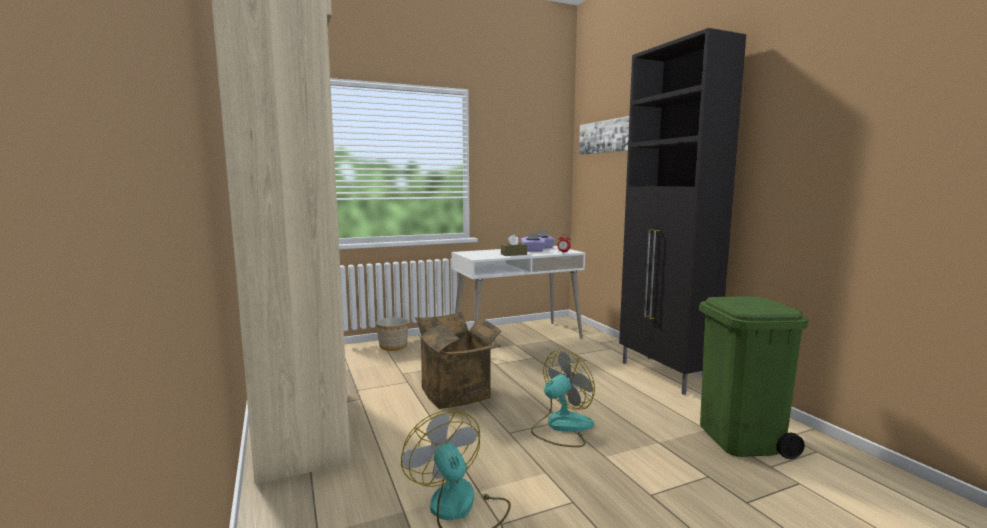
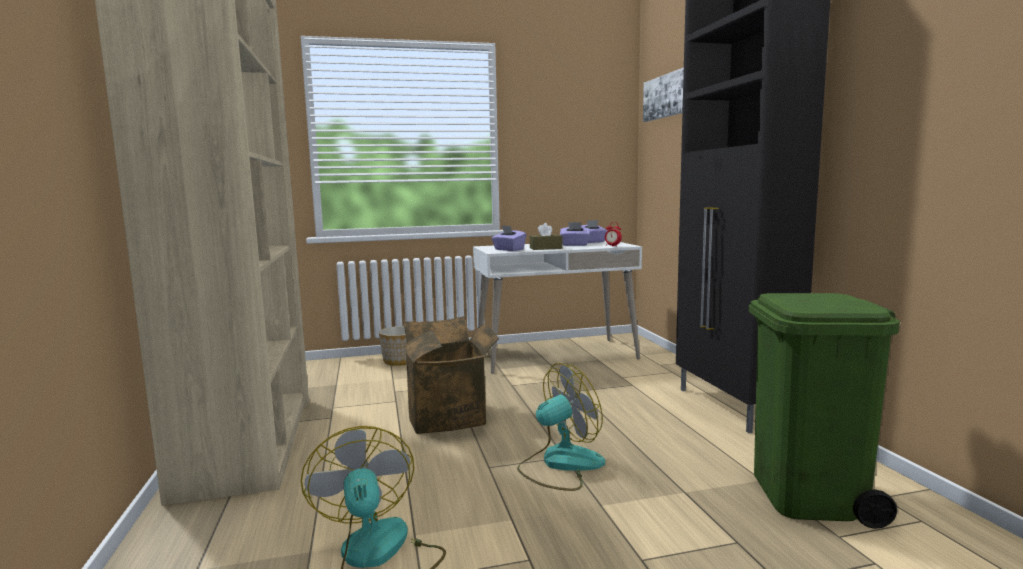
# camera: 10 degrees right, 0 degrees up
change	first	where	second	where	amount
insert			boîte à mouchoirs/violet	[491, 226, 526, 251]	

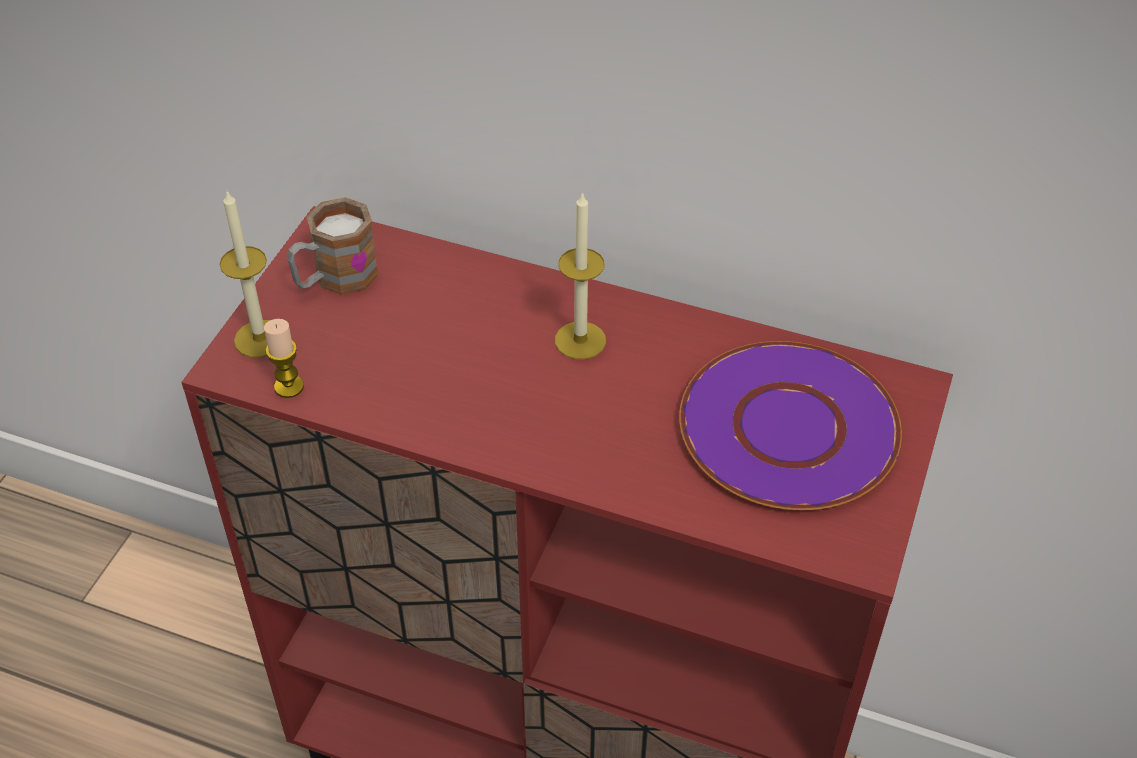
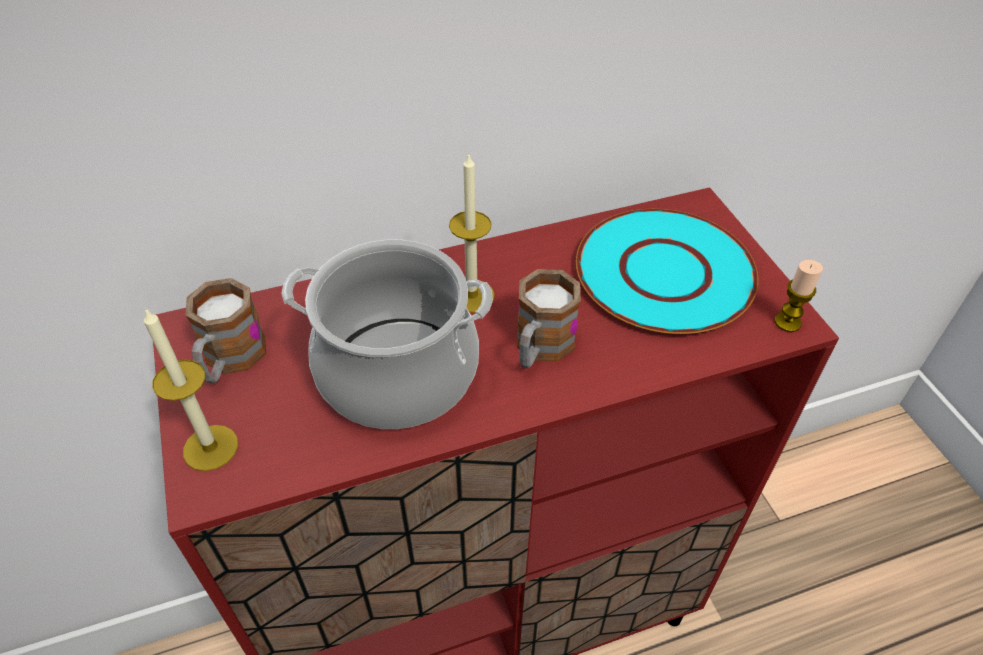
# camera: 40 degrees left, 0 degrees up
change	first	where	second	where	amount
insert			marmite	[281, 240, 493, 429]	
insert			mug	[517, 269, 581, 368]	
move	bougie	[264, 319, 304, 398]		[774, 260, 823, 332]	
recolor	assiette/violet	[679, 341, 902, 510]	assiette/turquoise	[576, 209, 759, 334]	

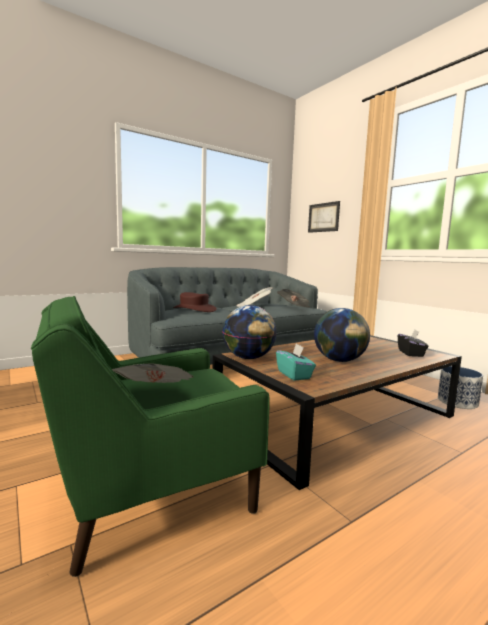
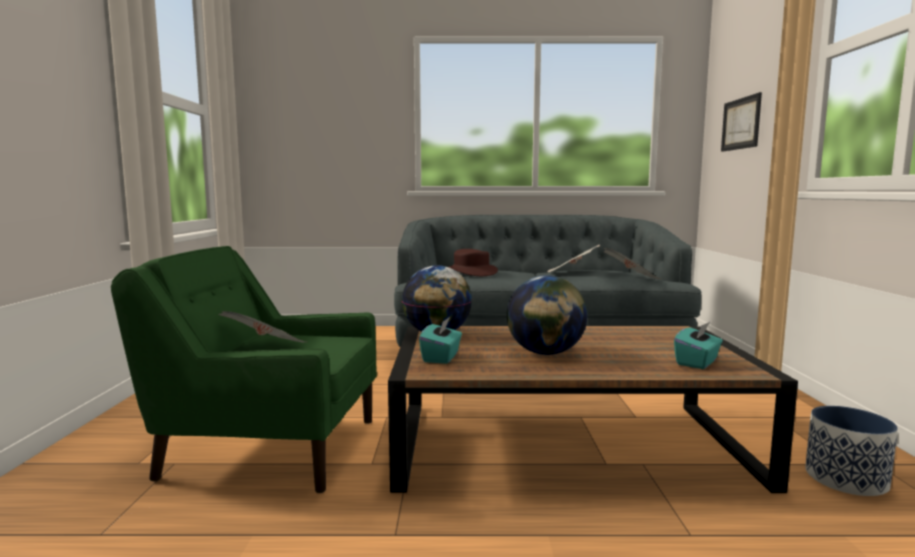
# camera: 35 degrees right, 0 degrees up
change	first	where	second	where	amount
recolor	boîte à mouchoirs/noir	[398, 330, 428, 357]	boîte à mouchoirs/turquoise	[674, 322, 723, 369]	

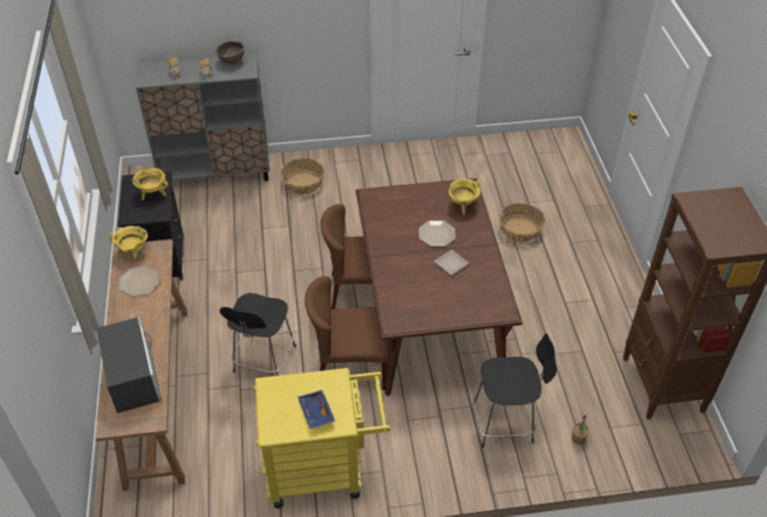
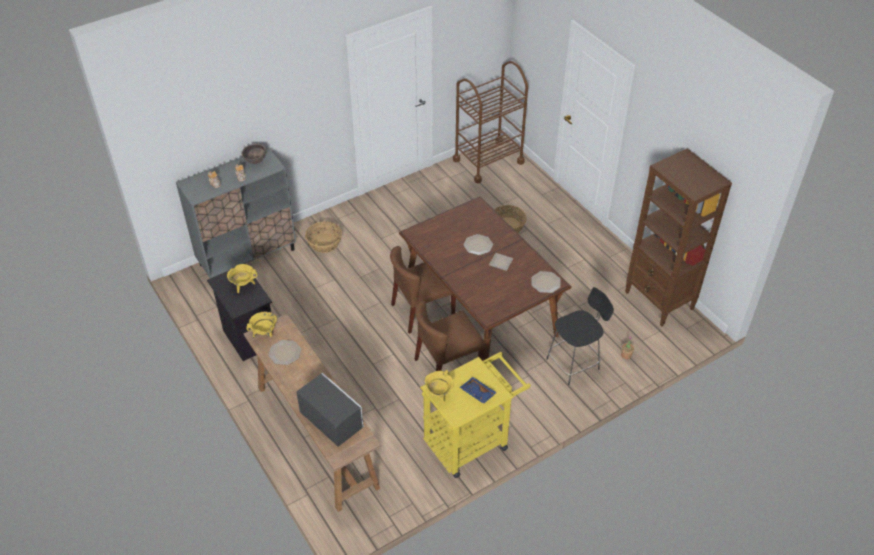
# camera: 25 degrees left, 0 degrees up
change	first	where	second	where	amount
delete	tabouret/noir	[219, 293, 296, 376]			
insert			chariot/marron	[453, 61, 528, 183]	
insert			assiette	[531, 271, 561, 293]	
move	marmite/jaune	[449, 179, 480, 215]		[424, 370, 454, 404]	

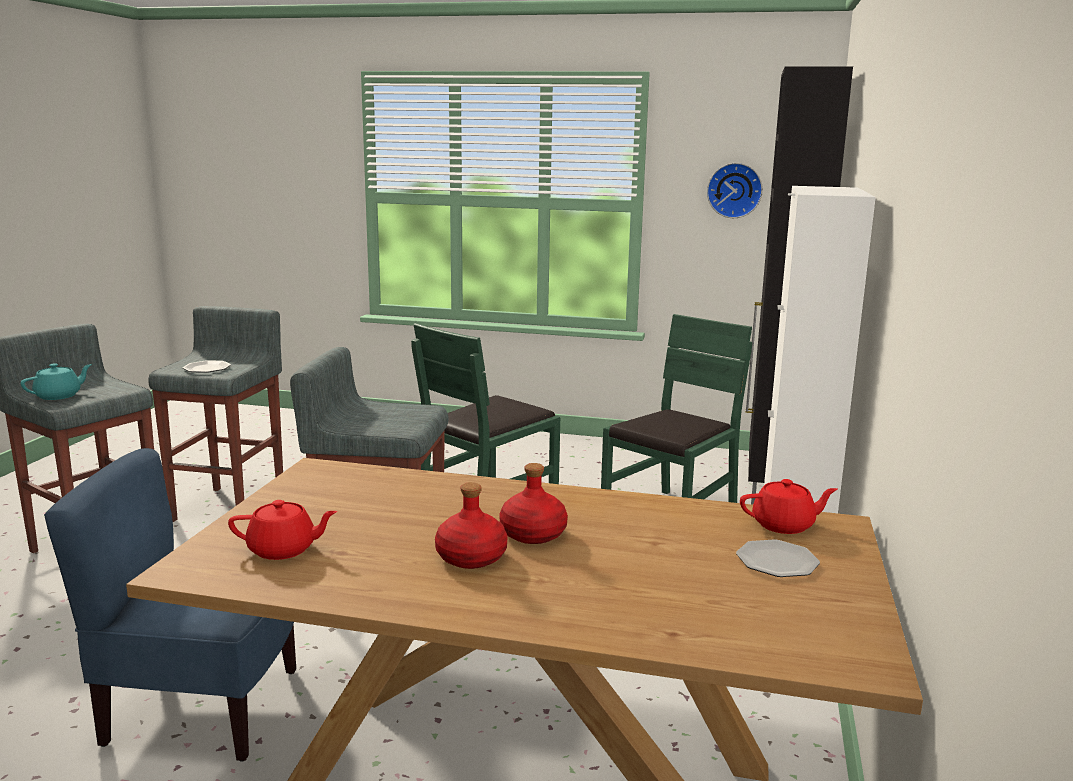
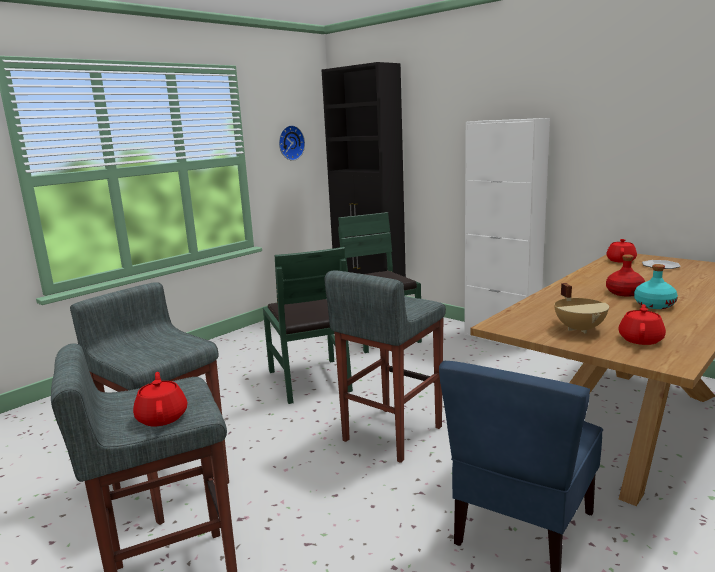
# camera: 60 degrees left, 0 degrees up
change	first	where	second	where	amount
delete	assiette	[183, 360, 231, 373]			
insert			marmite/beige	[554, 283, 609, 334]	
recolor	théière/turquoise	[21, 363, 92, 400]	théière/rouge	[133, 372, 187, 426]	
recolor	bouteille/rouge	[435, 482, 507, 569]	bouteille/turquoise	[634, 264, 678, 309]	

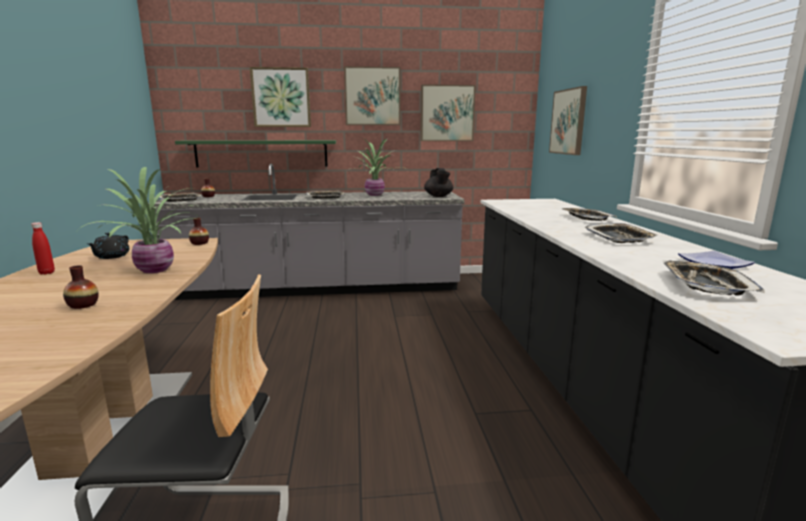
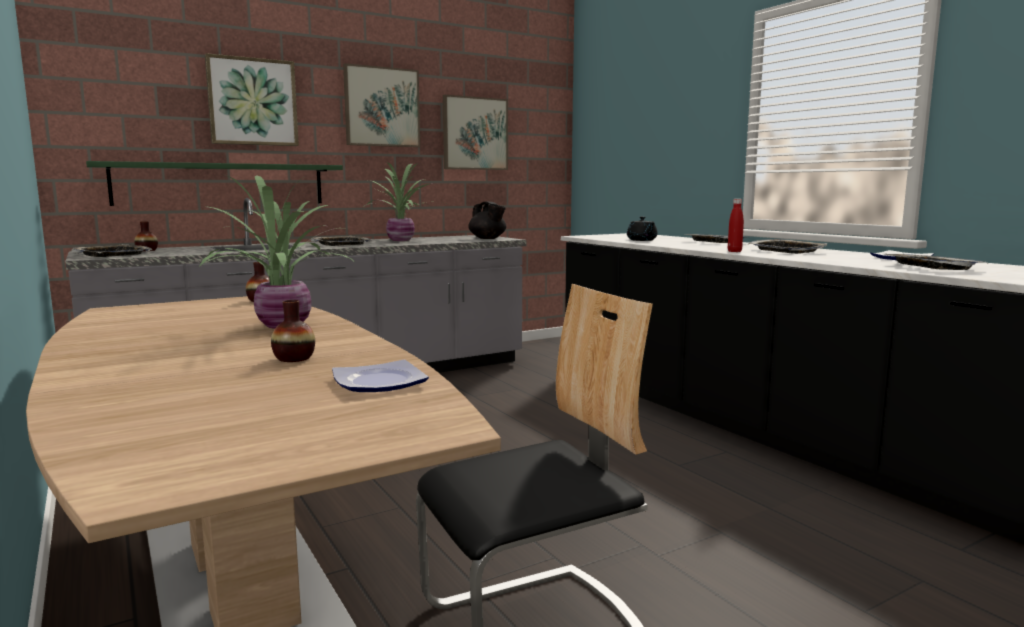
# camera: 25 degrees left, 5 degrees down
change	first	where	second	where	amount
delete	tableau	[549, 86, 587, 155]			
insert			assiette	[332, 360, 429, 392]	
move	bouteille/rouge	[31, 222, 55, 274]		[728, 199, 744, 252]	
move	théière/noir	[87, 232, 130, 259]		[627, 217, 658, 241]	

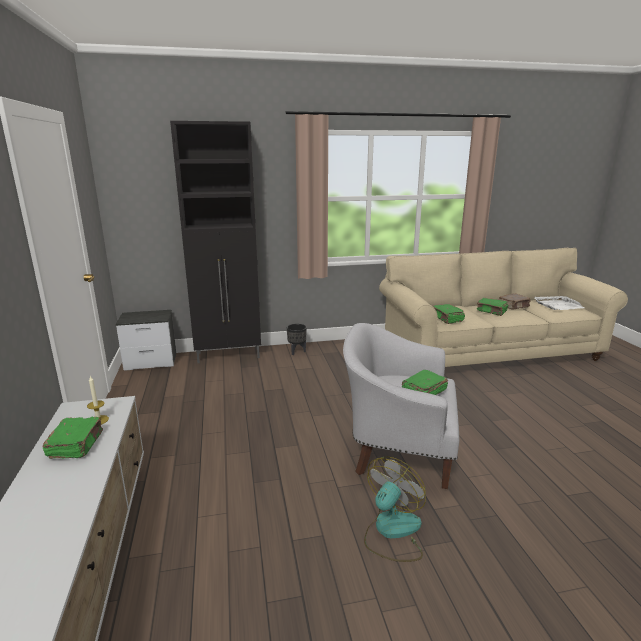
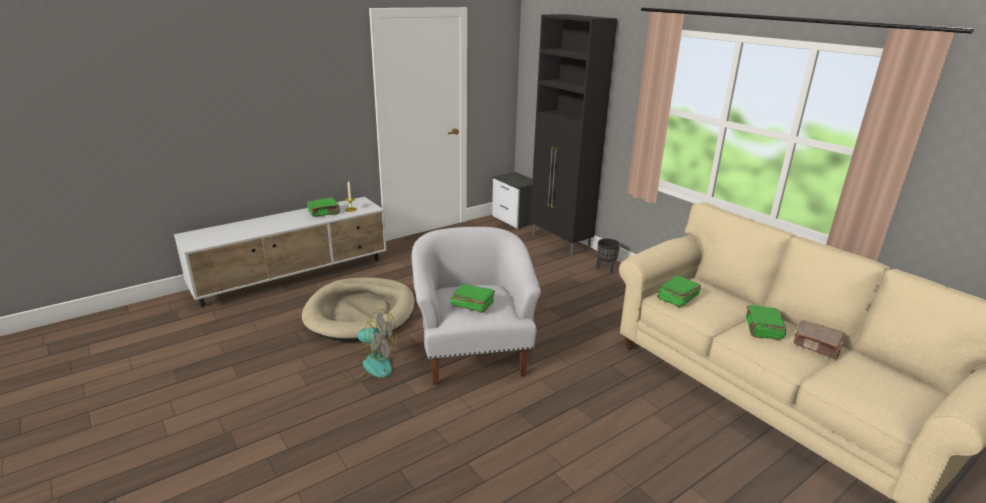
# camera: 65 degrees right, 5 degrees up
change	first	where	second	where	amount
delete	plateau/blanc	[534, 296, 585, 310]			
insert			panier pour chien/beige	[302, 277, 415, 342]	

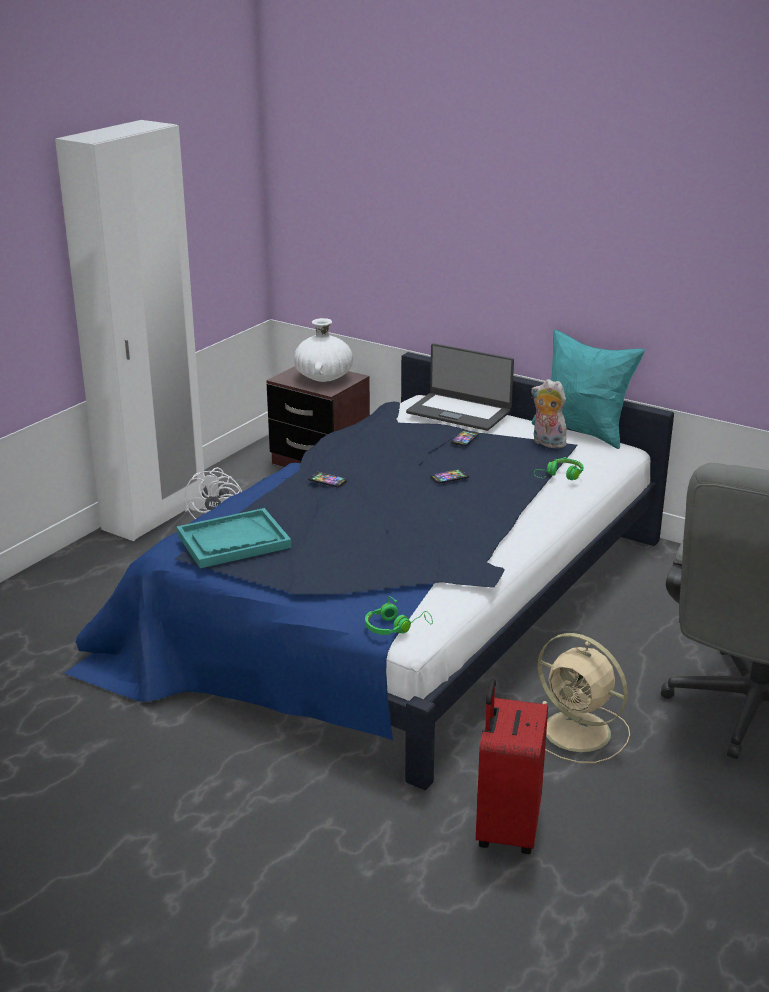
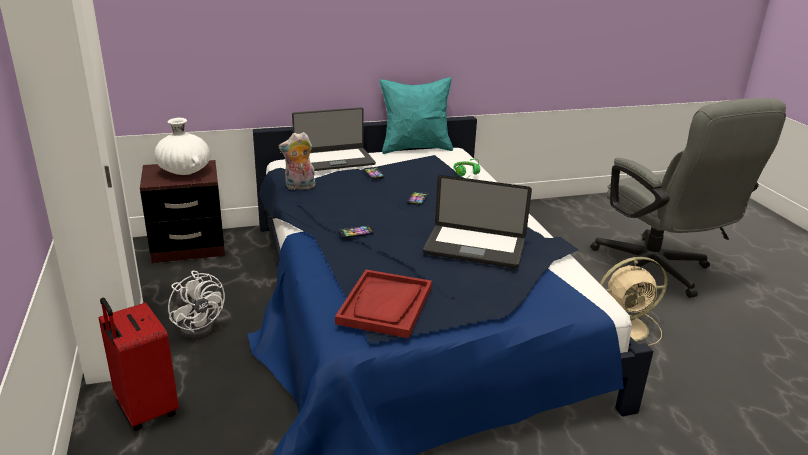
# camera: 50 degrees left, 0 degrees up
change	first	where	second	where	amount
delete	casque audio/vert	[365, 596, 433, 635]			
insert			ordinateur portable	[423, 175, 532, 268]	
move	valise/rouge	[476, 679, 548, 854]		[98, 298, 179, 431]	
move	peluche	[531, 379, 567, 448]		[279, 132, 315, 190]	
recolor	plateau/turquoise	[177, 508, 291, 568]	plateau/rouge	[335, 270, 432, 338]	

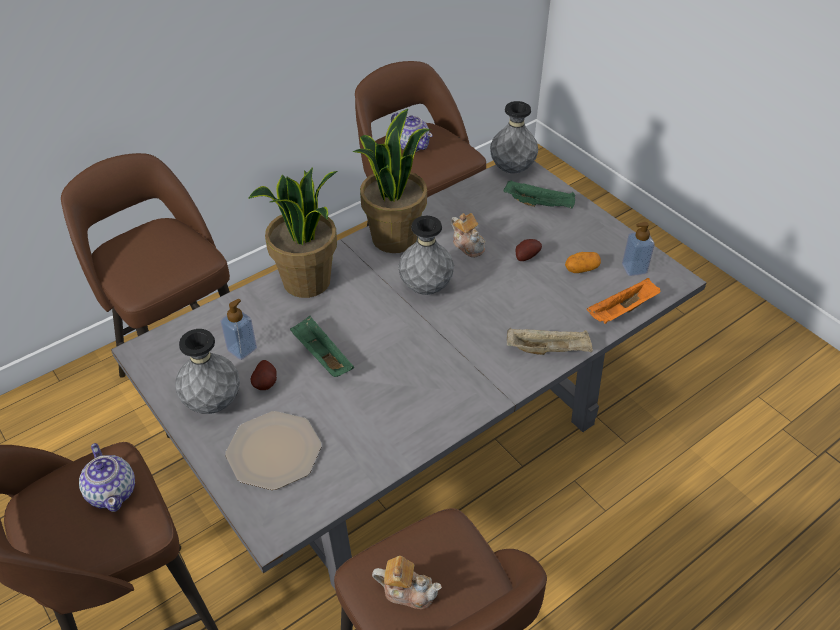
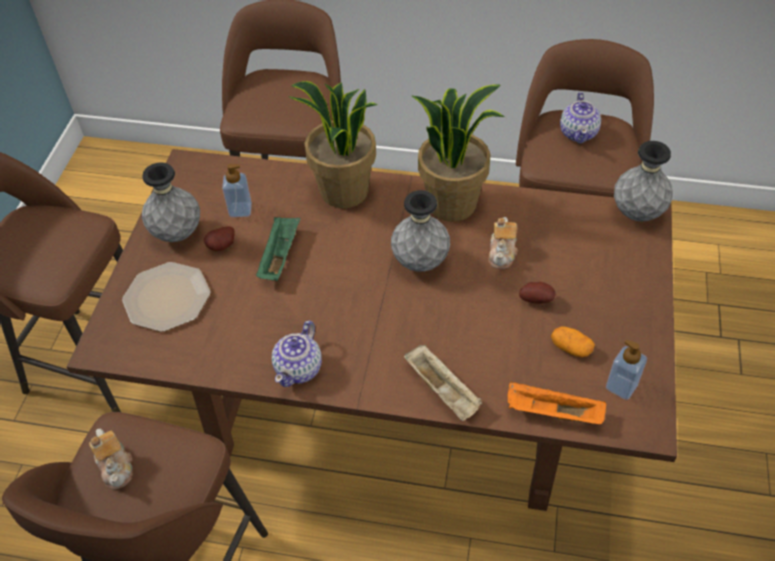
# camera: 50 degrees right, 5 degrees up
change	first	where	second	where	amount
delete	plateau/vert	[503, 180, 575, 208]			
move	théière	[79, 443, 135, 512]		[272, 321, 322, 387]	
recolor	table à manger/gris	[111, 161, 707, 589]	table à manger/marron	[67, 149, 677, 511]	

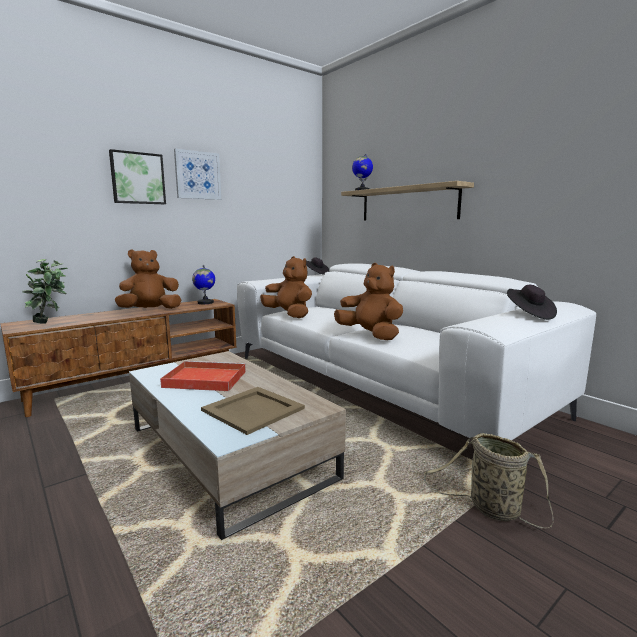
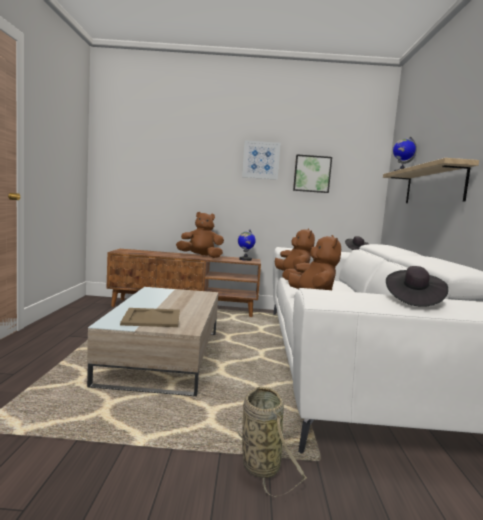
# camera: 40 degrees right, 5 degrees down
change	first	where	second	where	amount
delete	plante en pot	[22, 259, 68, 324]			
delete	plateau/rouge	[160, 361, 246, 391]			
move	tableau	[109, 149, 166, 204]		[293, 154, 332, 193]	

